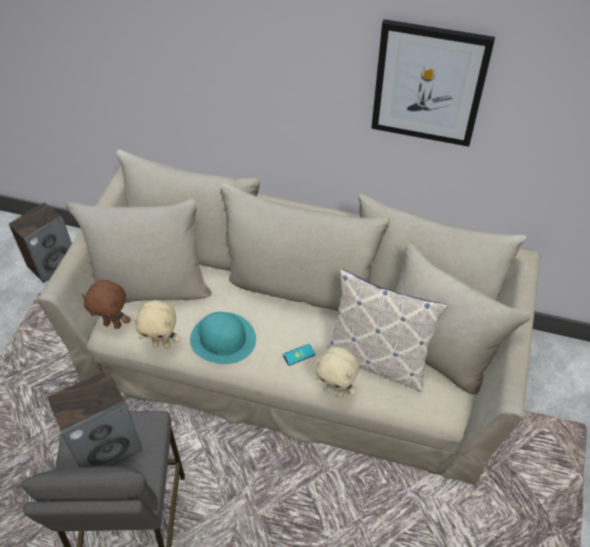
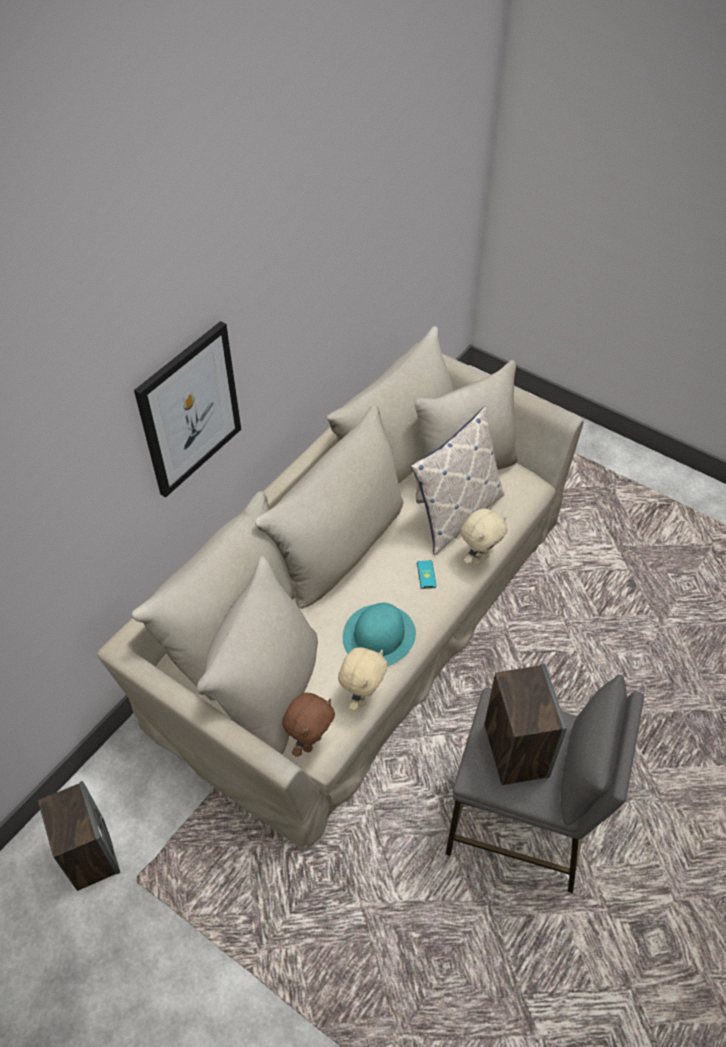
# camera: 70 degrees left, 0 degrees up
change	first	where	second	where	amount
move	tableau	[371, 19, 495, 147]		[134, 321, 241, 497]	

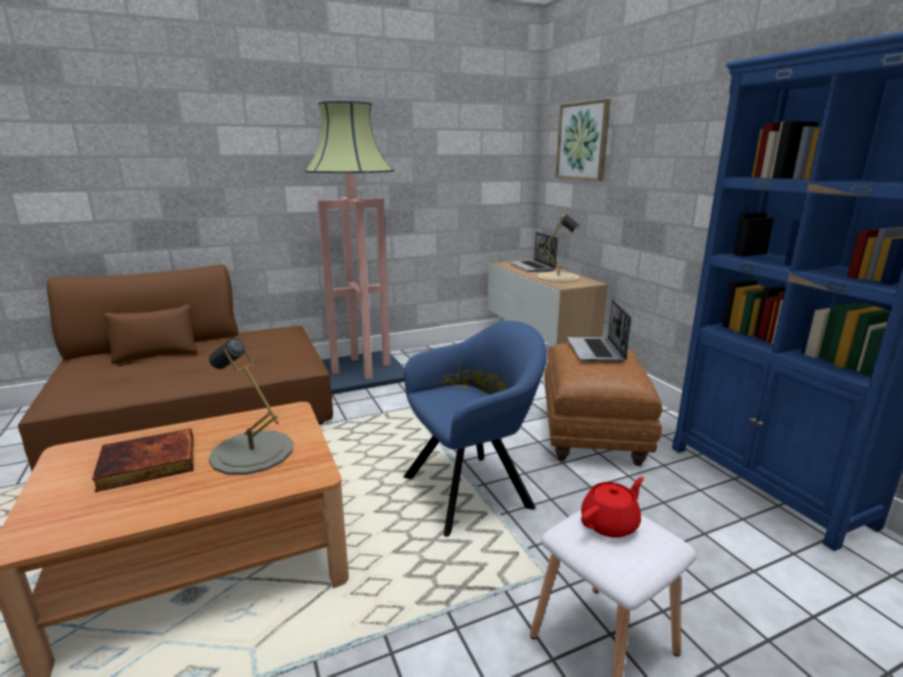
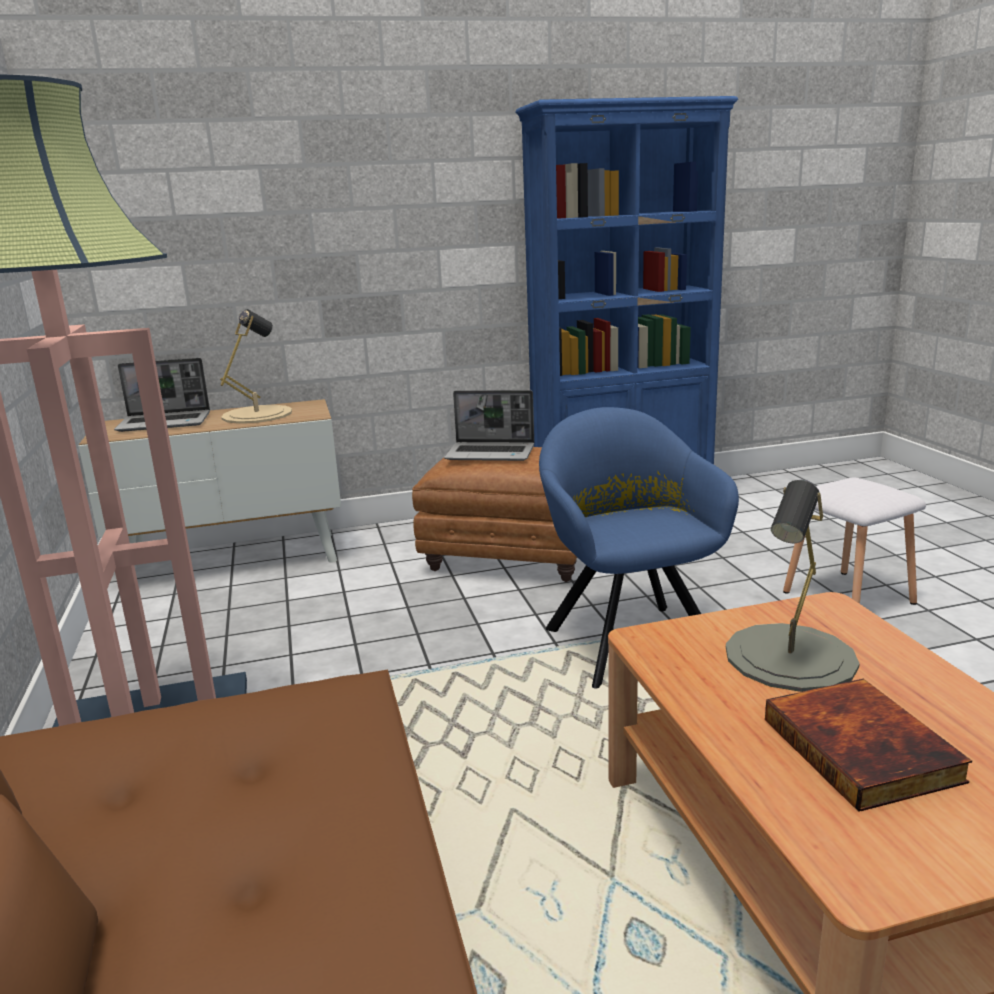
# camera: 80 degrees left, 0 degrees up
change	first	where	second	where	amount
delete	tableau	[556, 99, 611, 181]			
delete	théière/rouge	[581, 477, 644, 538]			

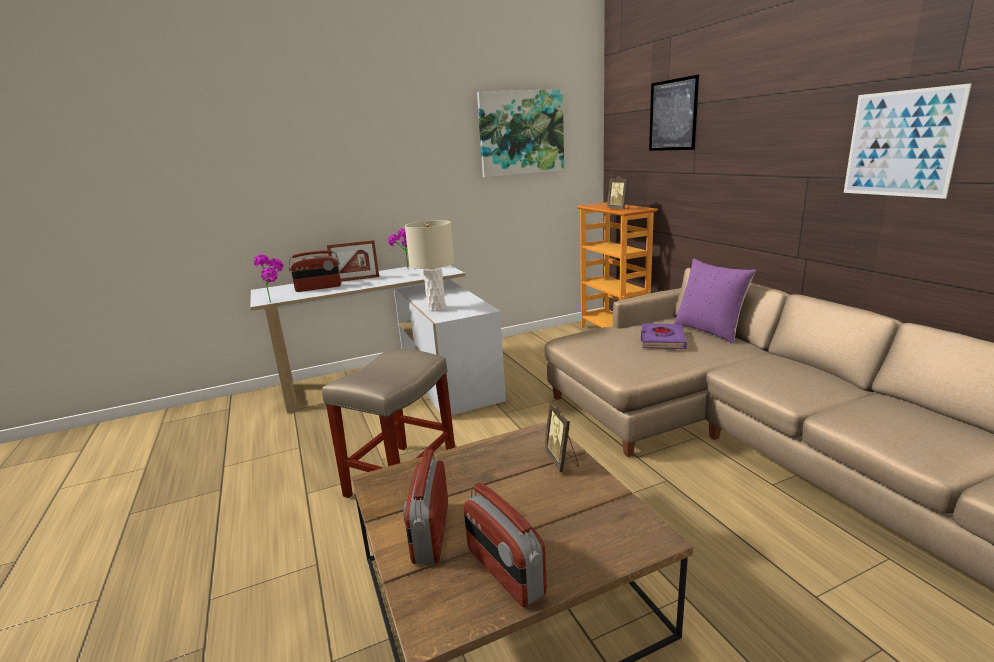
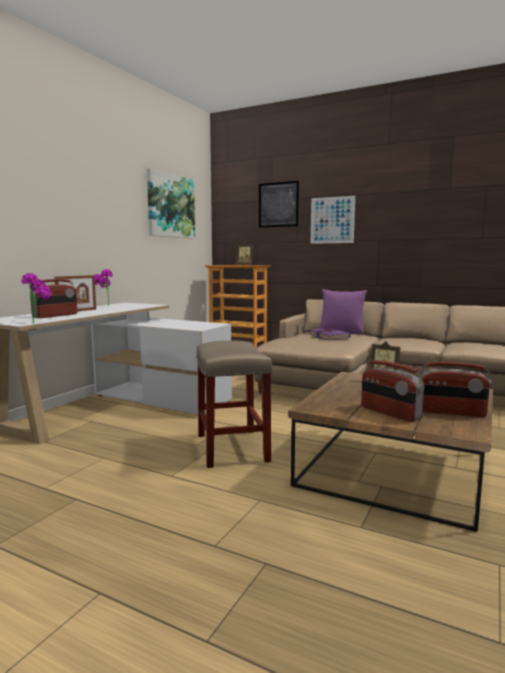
# camera: 40 degrees left, 10 degrees down
change	first	where	second	where	amount
delete	lampe de table/beige	[405, 220, 454, 312]			
move	tableau	[844, 83, 972, 199]		[311, 196, 355, 244]	

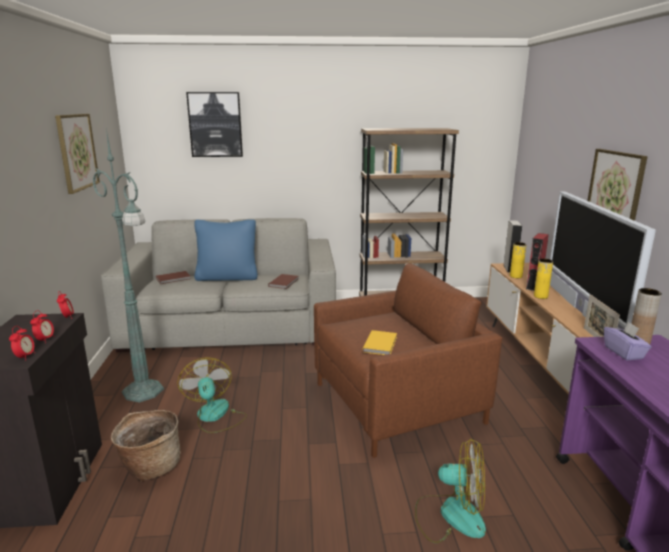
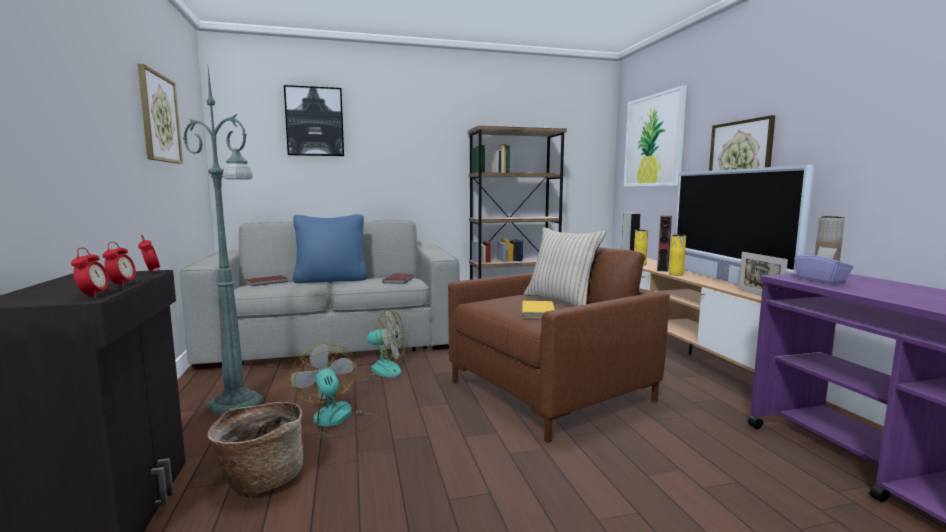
# camera: 10 degrees left, 10 degrees down
change	first	where	second	where	amount
insert			coussin/beige	[524, 227, 606, 306]	
insert			tableau	[624, 85, 687, 186]	
move	ventilateur	[415, 439, 486, 543]		[350, 309, 405, 381]	

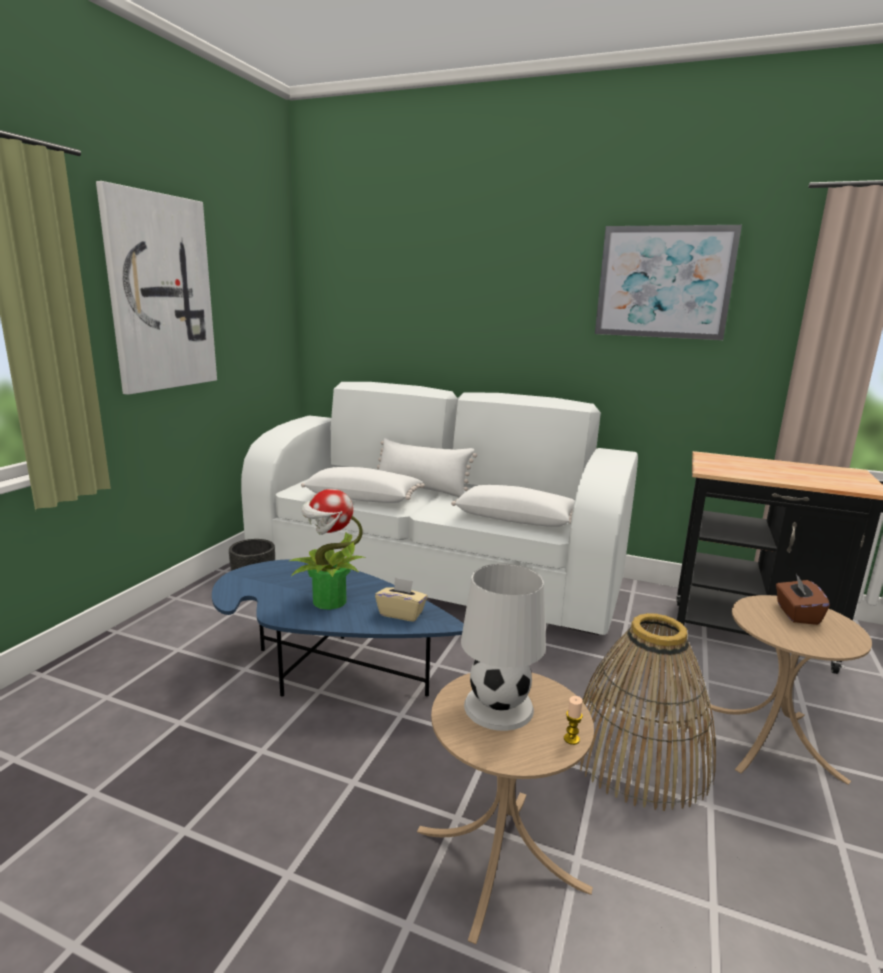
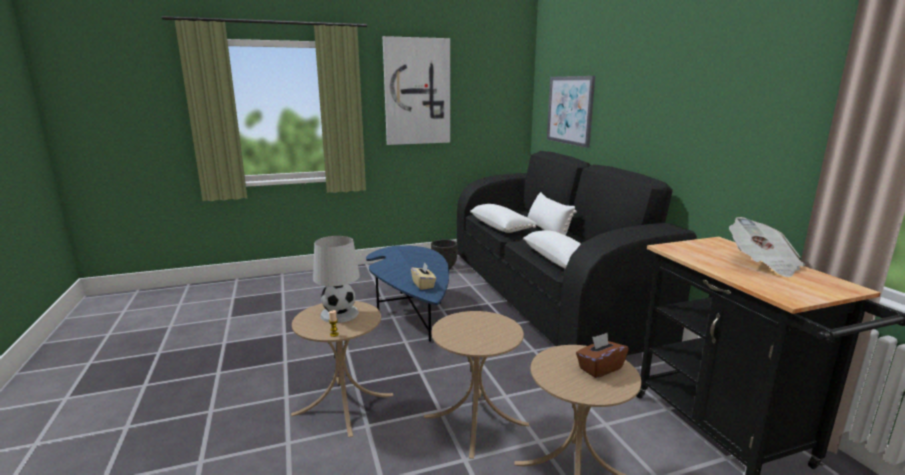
# camera: 50 degrees right, 0 degrees up
change	first	where	second	where	amount
delete	plante en pot	[288, 489, 366, 610]			
insert			journal	[729, 217, 805, 277]	
move	tableau	[595, 225, 742, 340]		[547, 76, 595, 148]	
replace	panier	[577, 613, 716, 811]	table d'appoint/beige	[424, 311, 529, 459]	
recolor	canapé/blanc	[241, 382, 638, 635]	canapé/noir	[457, 151, 697, 355]	

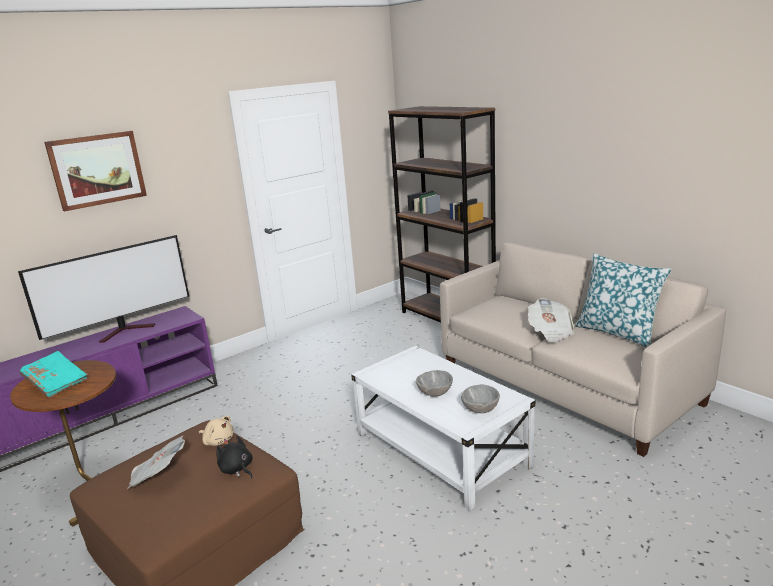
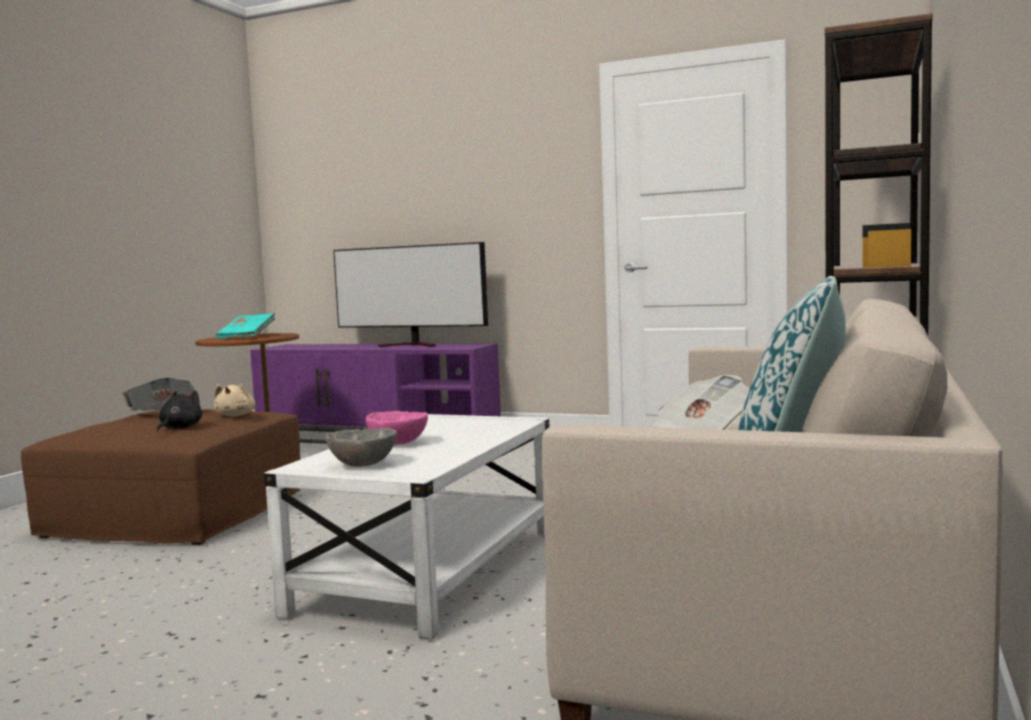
# camera: 60 degrees right, 15 degrees down
change	first	where	second	where	amount
delete	tableau	[44, 131, 147, 211]			
recolor	bol/gris	[416, 370, 453, 397]	bol/rose	[366, 411, 428, 445]	

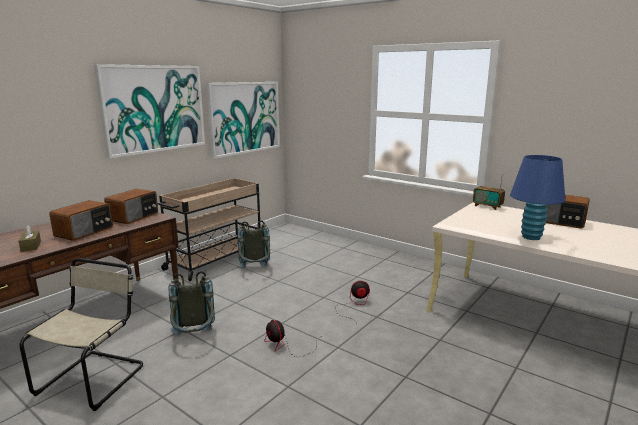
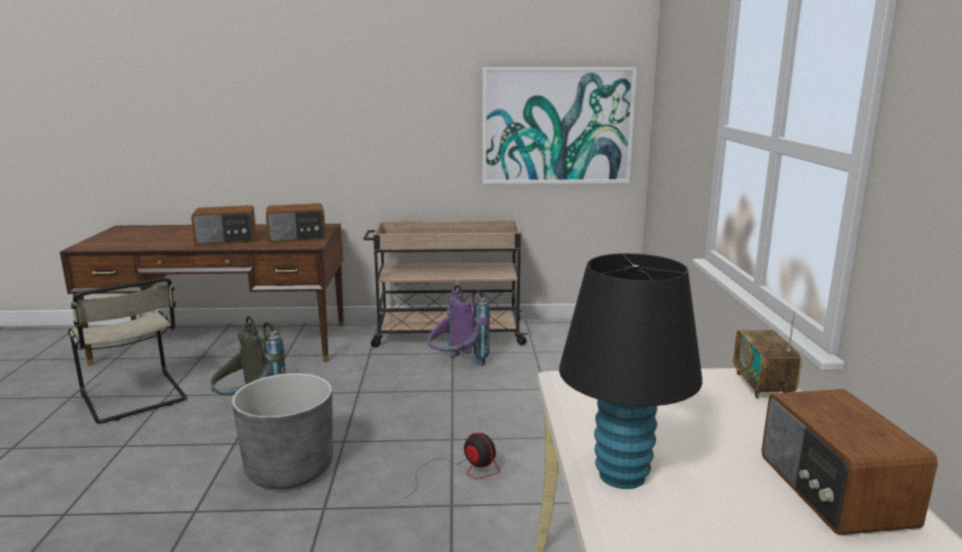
# camera: 50 degrees right, 0 degrees up
change	first	where	second	where	amount
delete	boîte à mouchoirs/marron	[18, 225, 41, 252]			
delete	tableau	[94, 64, 205, 158]			
replace	ventilateur	[264, 320, 322, 357]	cache-pot/gris	[232, 373, 333, 489]	
recolor	sac à dos/gris	[237, 220, 270, 268]	sac à dos/violet	[428, 285, 490, 366]	
recolor	lampe de table/bleu	[510, 155, 565, 240]	lampe de table/noir	[559, 253, 702, 489]	
rotate	chaise/beige	[19, 258, 143, 411]		[68, 277, 187, 424]	75 degrees clockwise

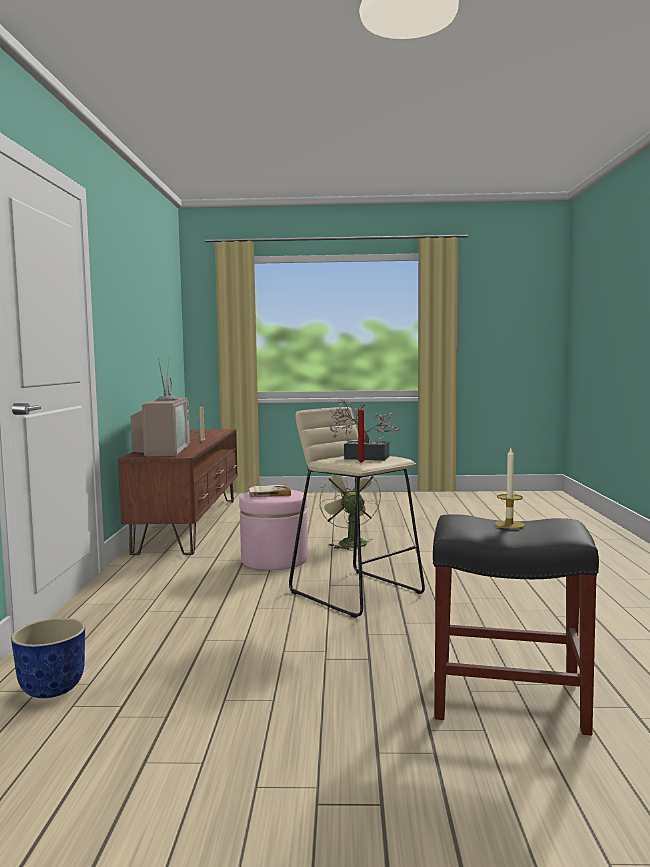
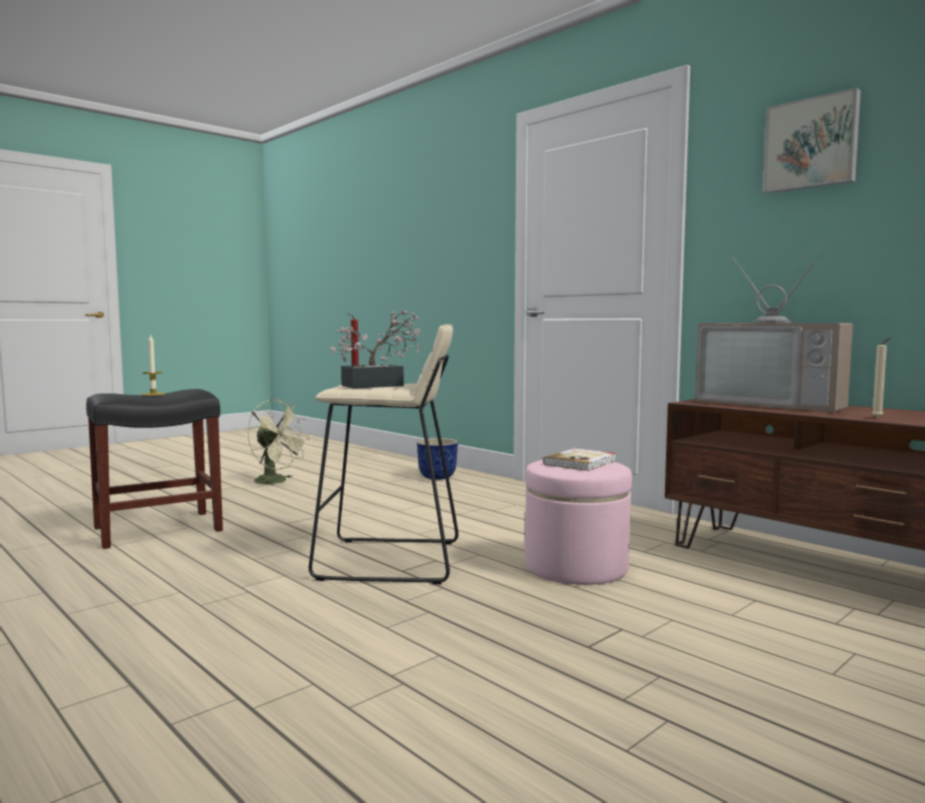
# camera: 135 degrees right, 0 degrees up
change	first	where	second	where	amount
insert			tableau	[763, 88, 861, 193]	
move	ventilateur/vert	[319, 474, 381, 551]		[247, 399, 309, 487]	

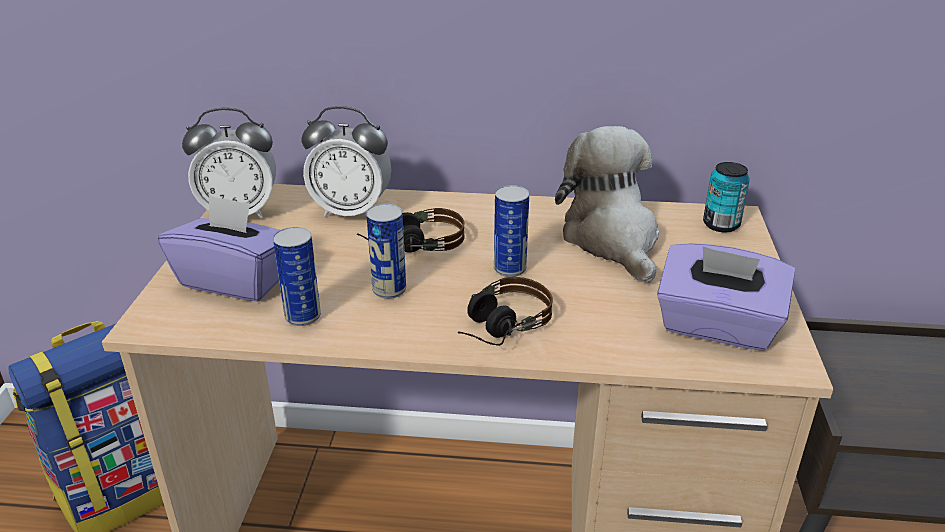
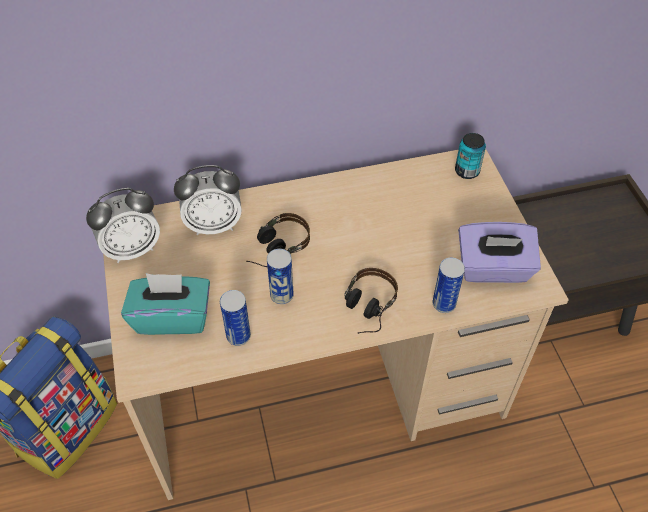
# camera: 20 degrees left, 20 degrees up
change	first	where	second	where	amount
delete	peluche	[555, 126, 659, 283]			
move	boîte métallique	[494, 185, 529, 277]		[432, 258, 465, 313]	
recolor	boîte à mouchoirs/violet	[158, 194, 280, 301]	boîte à mouchoirs/turquoise	[121, 273, 210, 335]	

